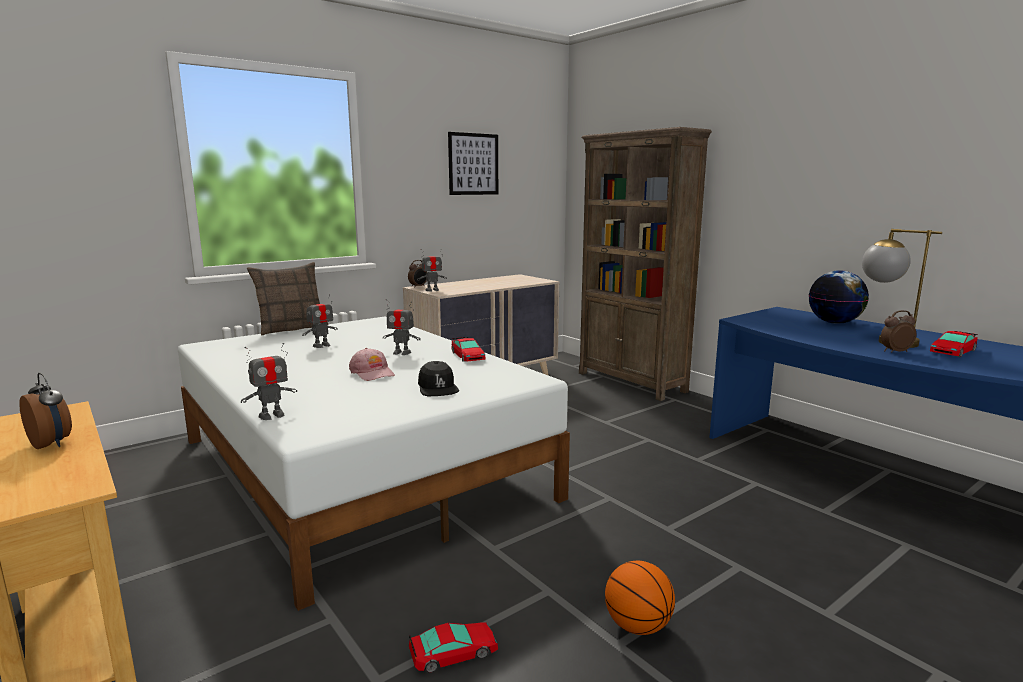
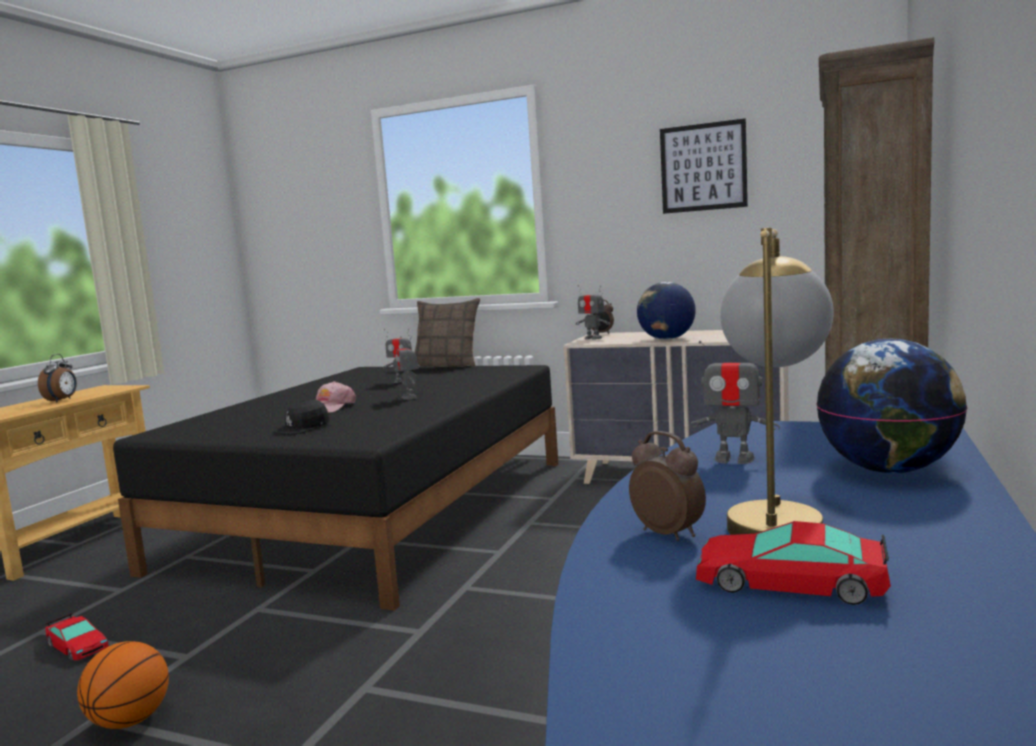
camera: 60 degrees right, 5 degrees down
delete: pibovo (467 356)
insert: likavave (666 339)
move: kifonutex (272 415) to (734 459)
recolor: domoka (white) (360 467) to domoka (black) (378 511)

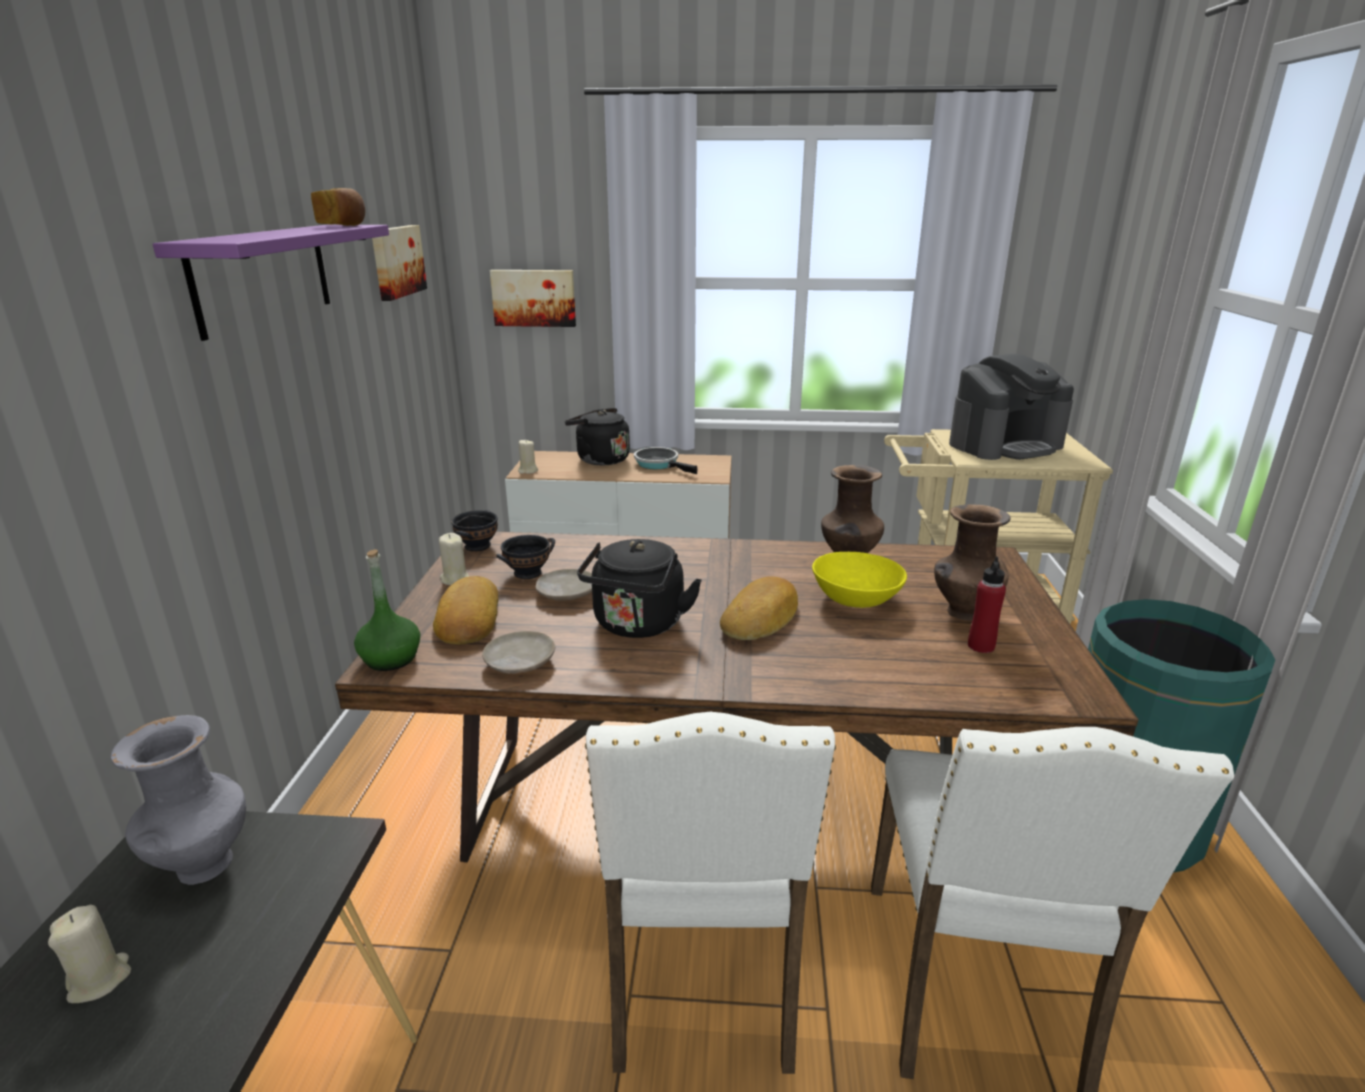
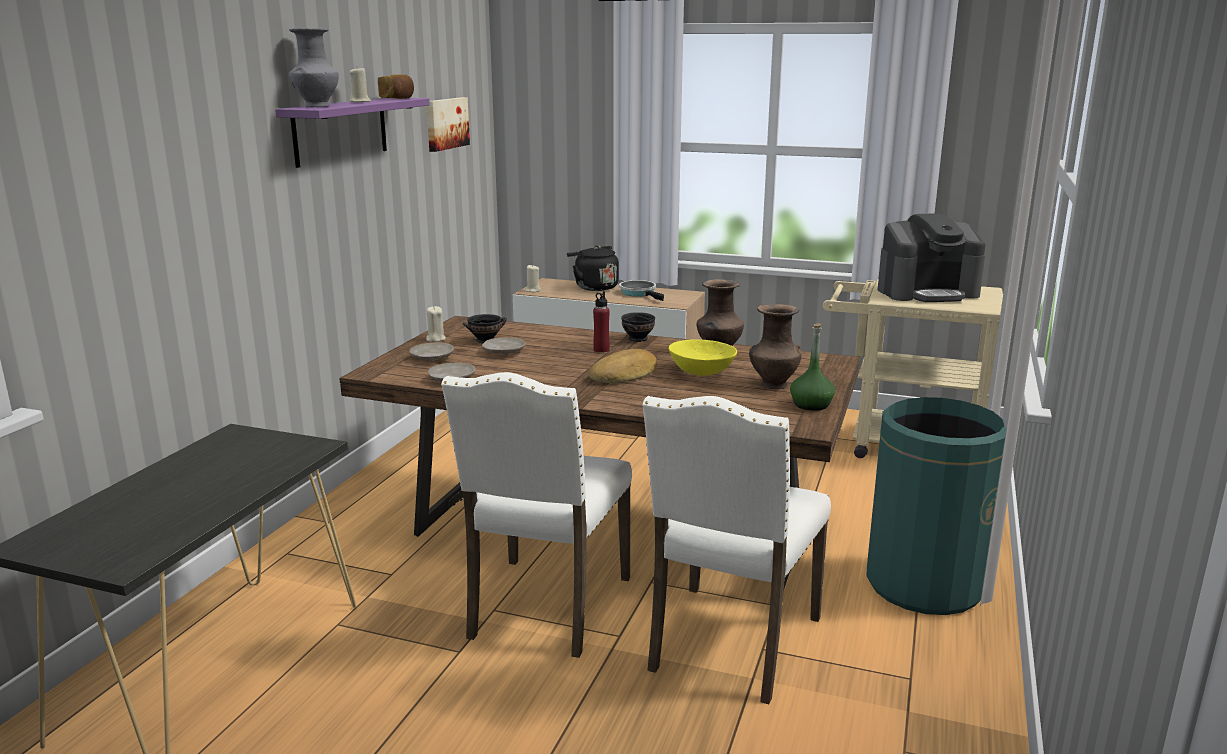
camera: 15 degrees right, 5 degrees down
delete: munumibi (534 297); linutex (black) (637 625)
move: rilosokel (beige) (99 979) to (360 102); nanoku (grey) (203 867) to (316 106); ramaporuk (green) (390 659) to (811 405); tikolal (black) (476 546) to (637 339); ramaporuk (red) (981 646) to (601 350)
replace: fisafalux (467 619) to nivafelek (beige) (431 358)

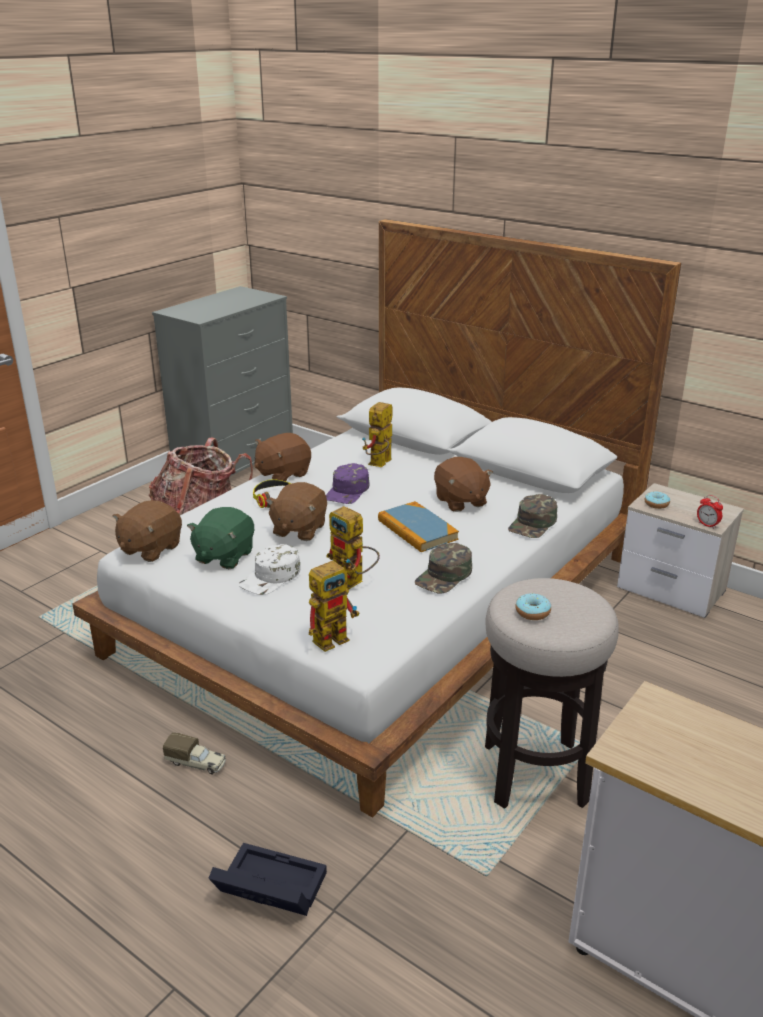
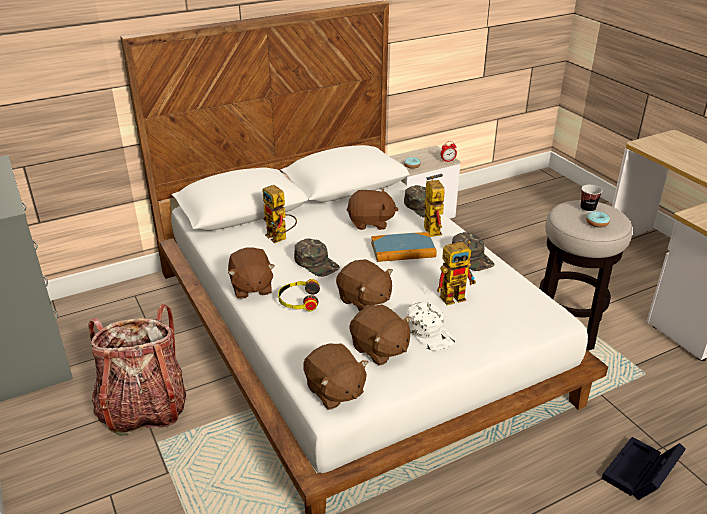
camera: 65 degrees left, 5 degrees up
delete: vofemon (197 763)
insert: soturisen (587 209)
move: kifonutex (335 636) to (429 229)
recolor: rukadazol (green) (224 556) to rukadazol (brown) (379 349); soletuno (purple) (348 491) to soletuno (green) (316 263)

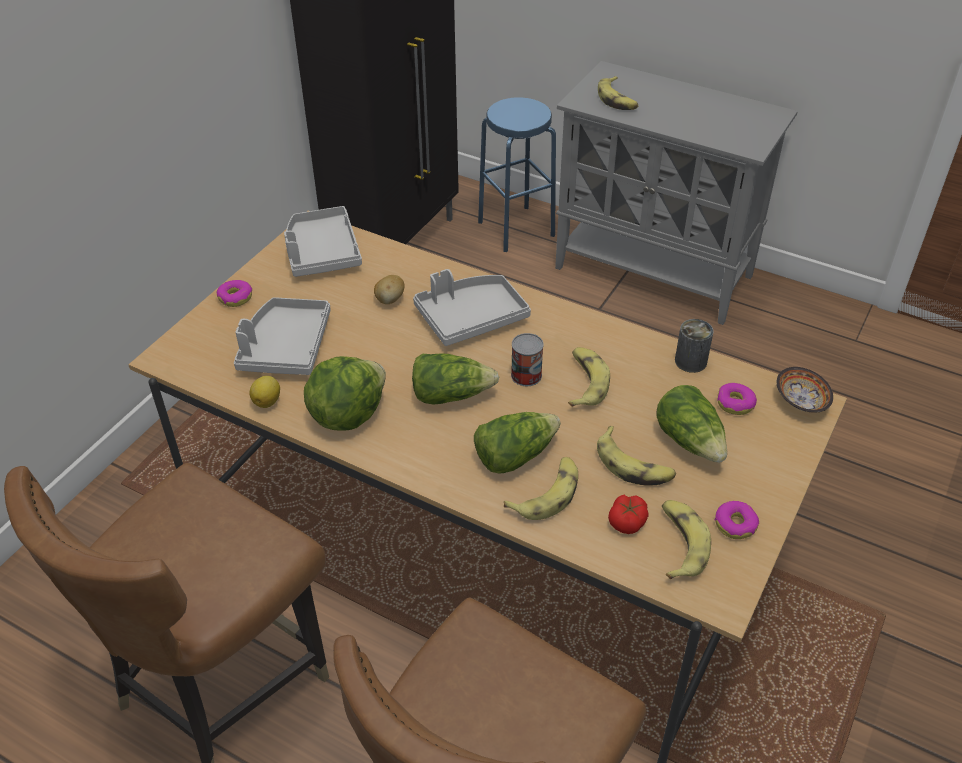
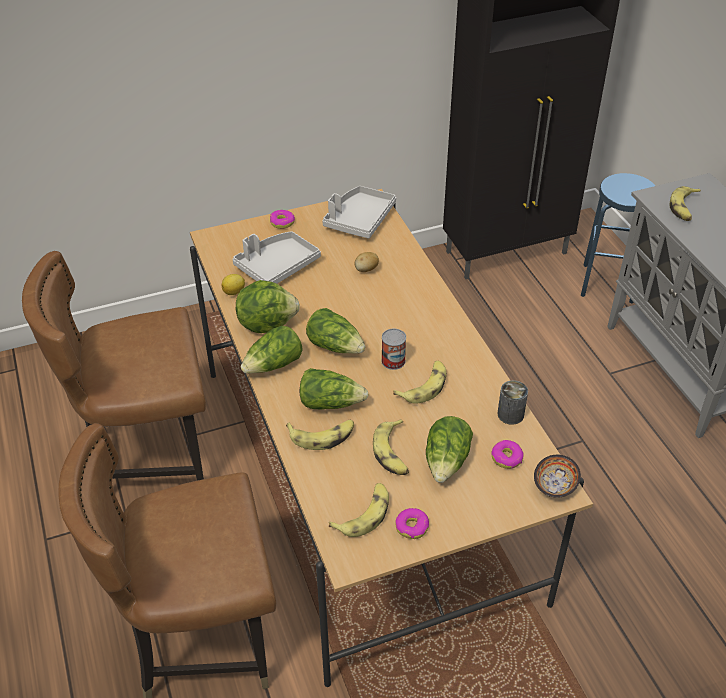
camera: 40 degrees right, 0 degrees up
delete: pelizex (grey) (470 318); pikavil (627 521)
insert: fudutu (274 365)

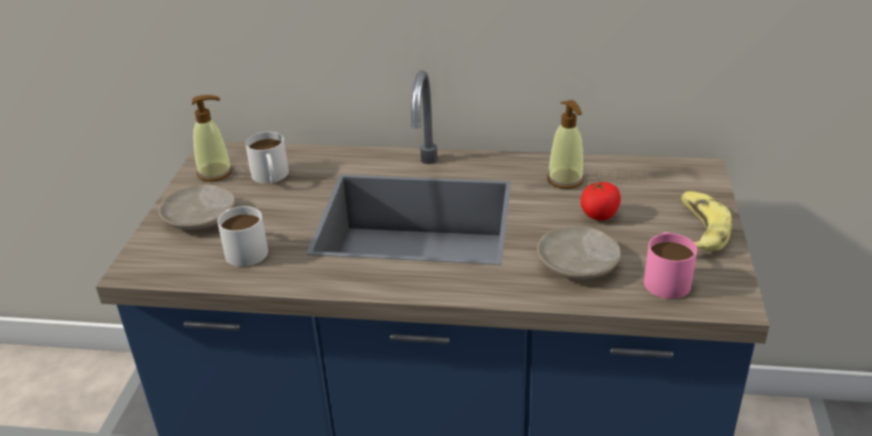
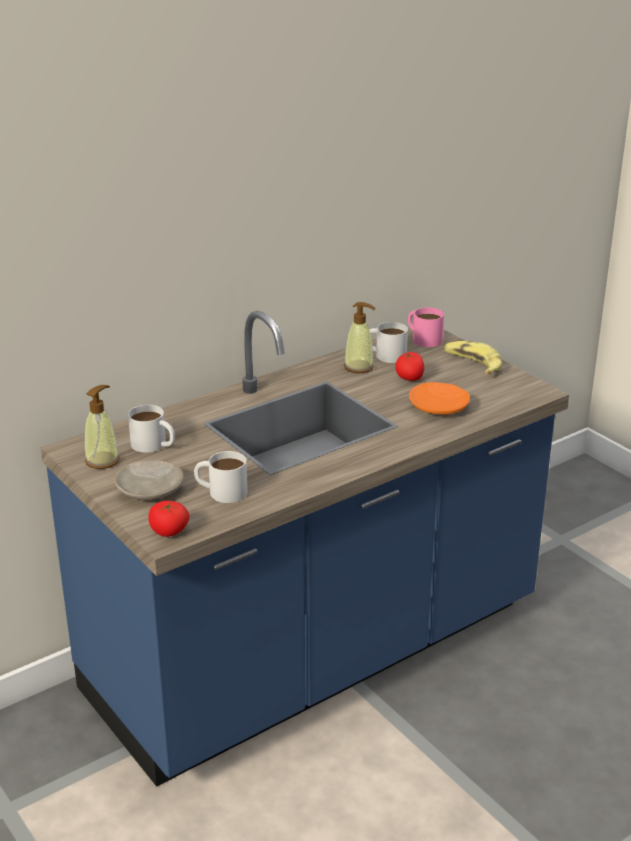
camera: 45 degrees left, 5 degrees down
insert: pikavil (169 532); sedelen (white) (385 355)
move: sedelen (pink) (665 277) to (423 338)
recolor: nivafelek (beige) (578 264) to nivafelek (orange) (439 407)

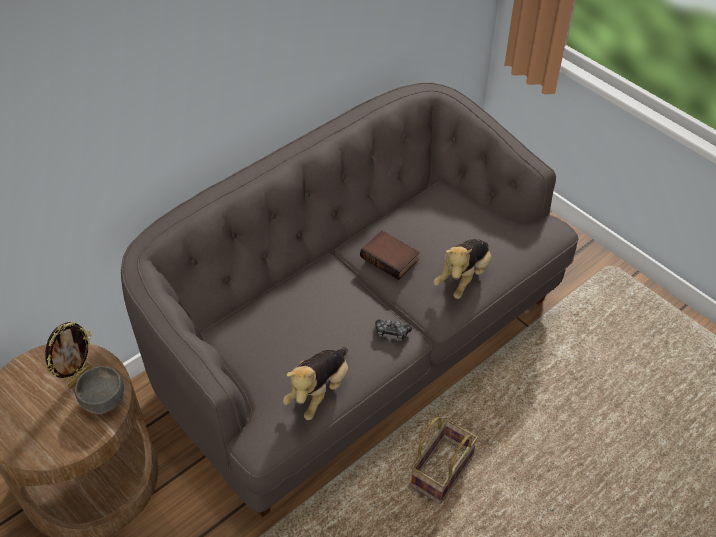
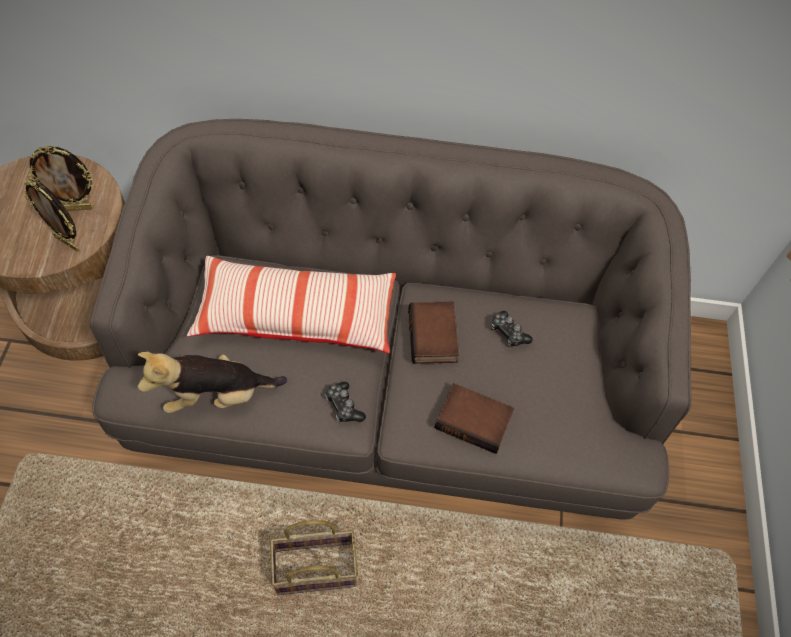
camera: 45 degrees right, 10 degrees up
insert: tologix (296 315); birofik (508 333)
replace: tikolal (grey) (104 400) to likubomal (68 242); rukadazol (463 277) to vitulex (475 420)

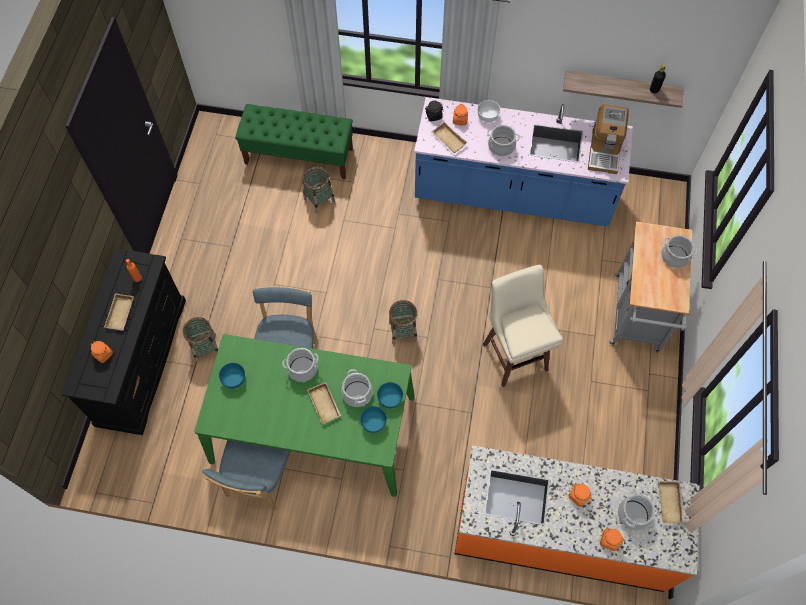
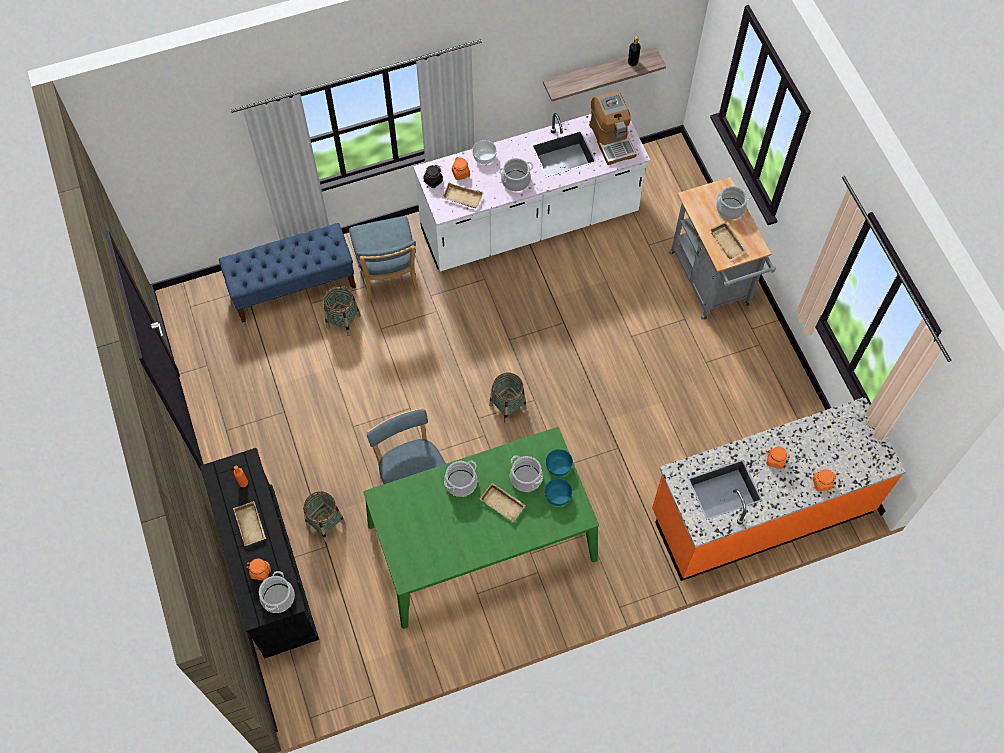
camera: 30 degrees left, 0 degrees up
delete: tikolal (turquoise) (234 379); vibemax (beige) (514 355)
move: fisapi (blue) (259 480) to (388 276); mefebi (633 514) to (278 597); pelizex (beige) (671 504) to (728 242)
recolor: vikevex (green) (299 156) to vikevex (blue) (293 287); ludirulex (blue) (512 195) to ludirulex (white) (529 223)

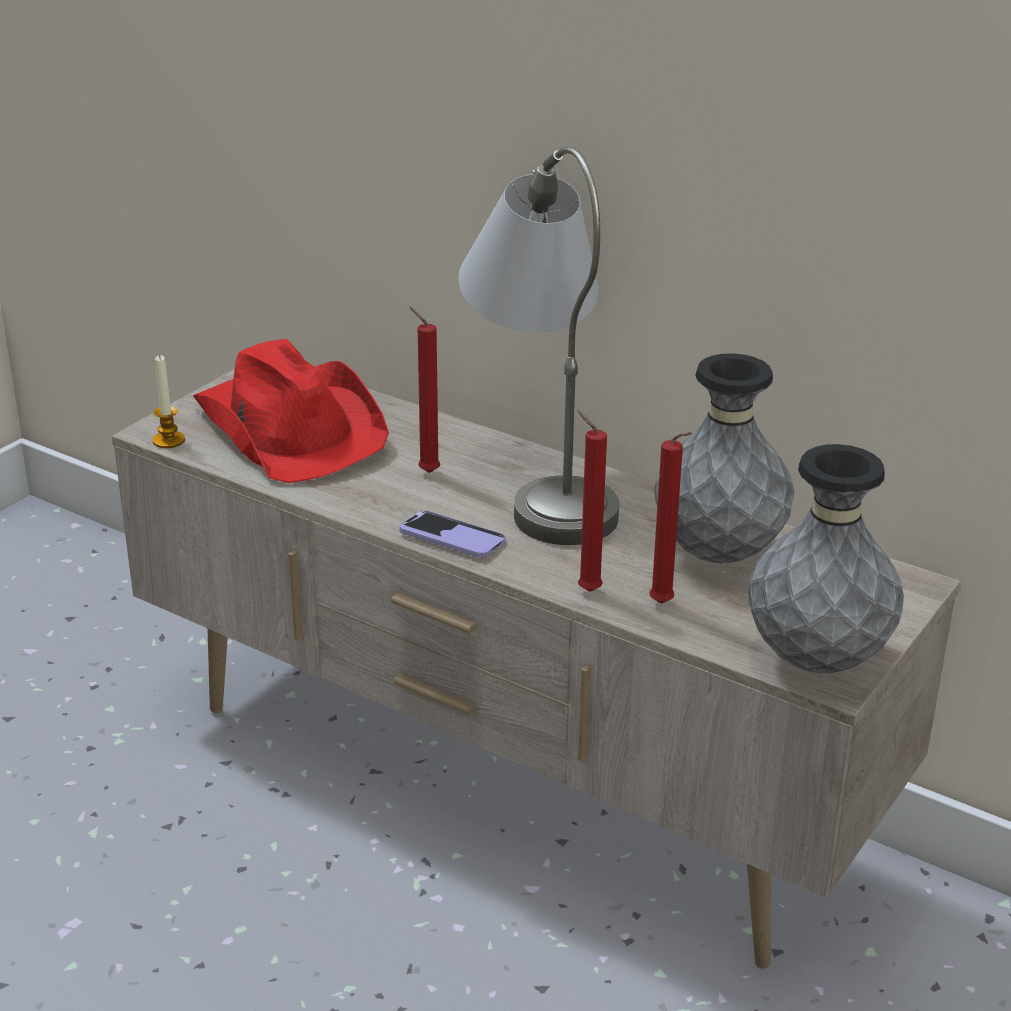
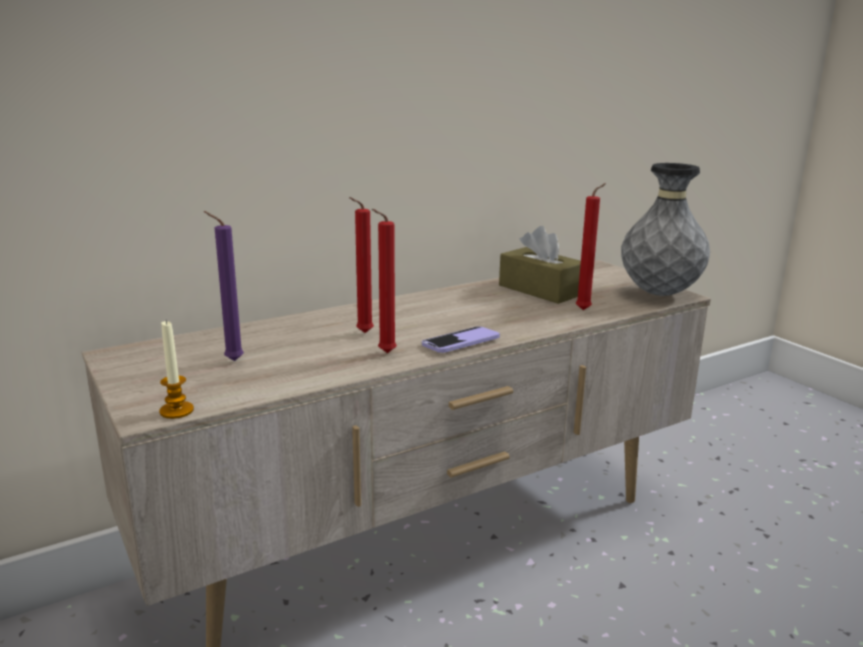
camera: 65 degrees left, 10 degrees down
delete: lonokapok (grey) (543 482)
move: rilosokel (red) (586 590) to (384 353)
replace: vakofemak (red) (292 427) to rilosokel (purple) (231 361); nanoku (grey) (718 554) to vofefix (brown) (540 290)

